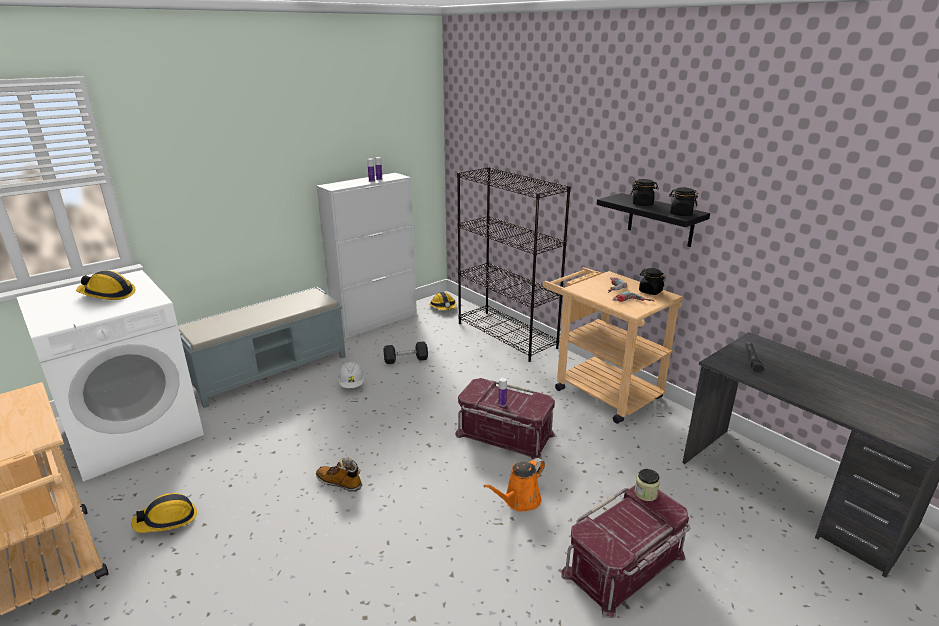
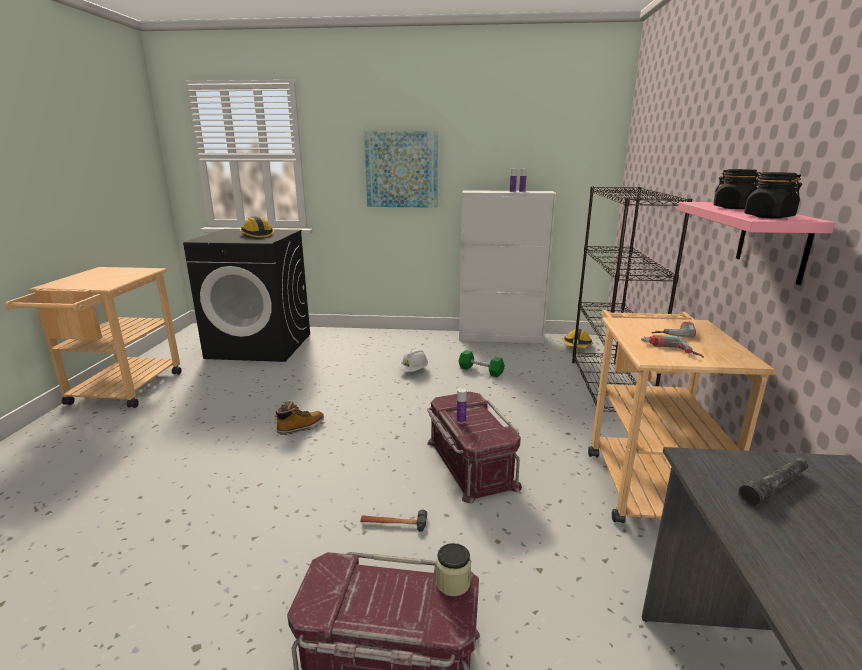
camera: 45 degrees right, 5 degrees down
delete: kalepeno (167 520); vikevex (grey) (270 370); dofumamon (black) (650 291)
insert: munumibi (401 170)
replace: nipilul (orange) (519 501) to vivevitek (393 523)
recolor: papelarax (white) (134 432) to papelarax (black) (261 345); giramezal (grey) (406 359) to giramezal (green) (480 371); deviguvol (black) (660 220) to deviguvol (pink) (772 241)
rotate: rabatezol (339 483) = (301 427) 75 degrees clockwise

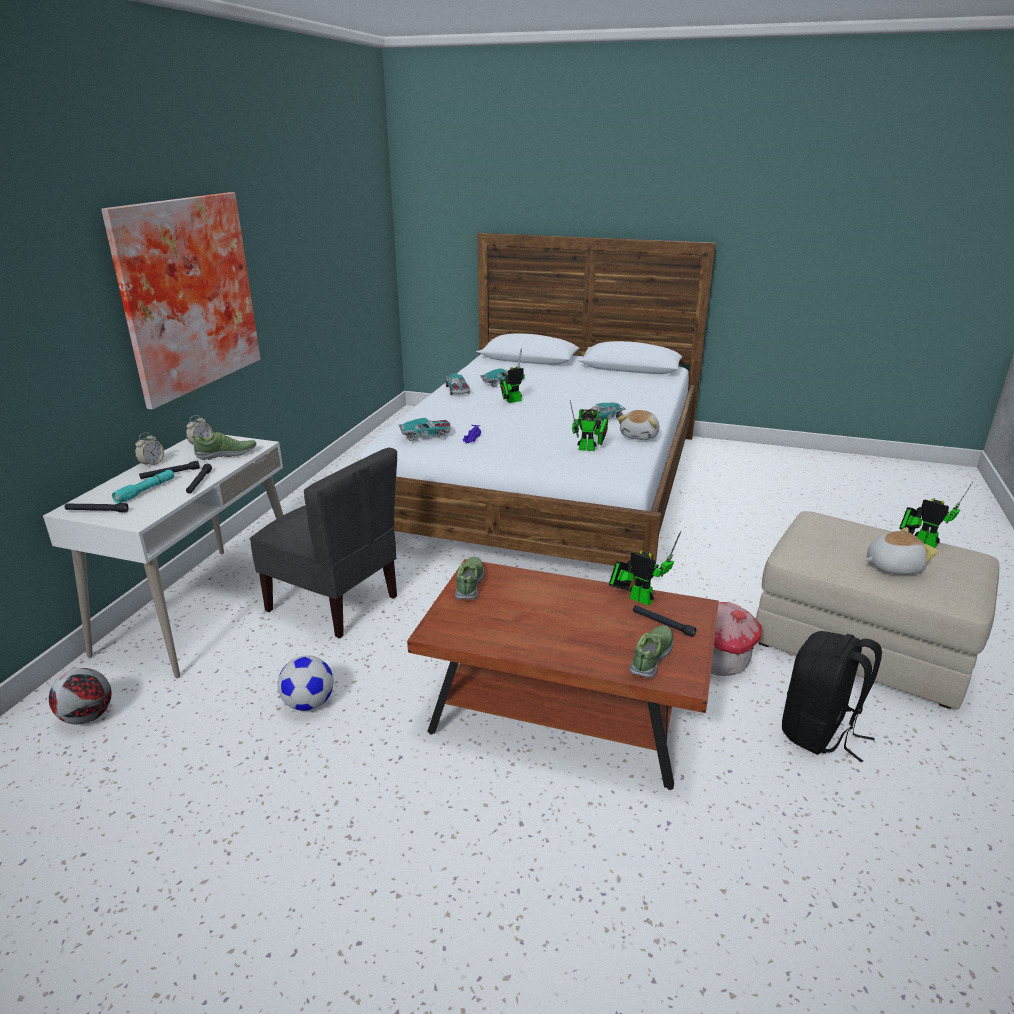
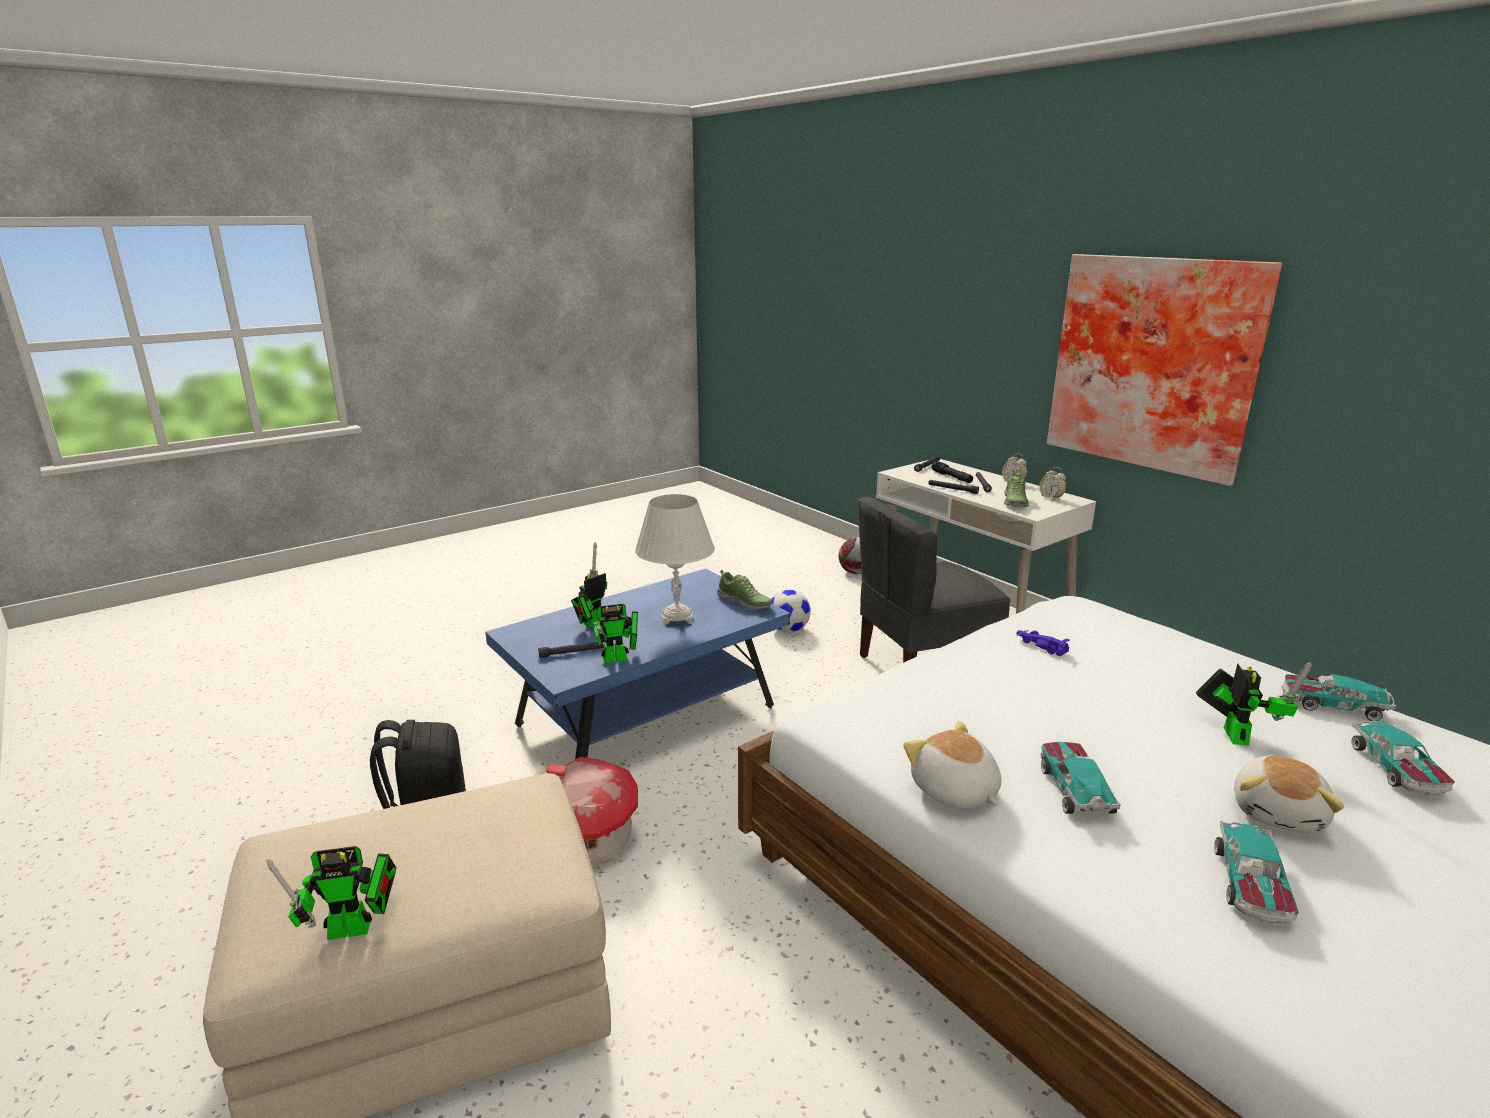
camera: 125 degrees right, 5 degrees down
delete: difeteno (651 657)
insert: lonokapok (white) (677 618)
move: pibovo (426 435) to (1251 885); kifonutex (589 449) to (592 623); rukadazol (892 566) to (1279 813)
recolor: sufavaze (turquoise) (146 491) to sufavaze (black) (951 477); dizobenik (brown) (563 712) to dizobenik (blue) (646 717)

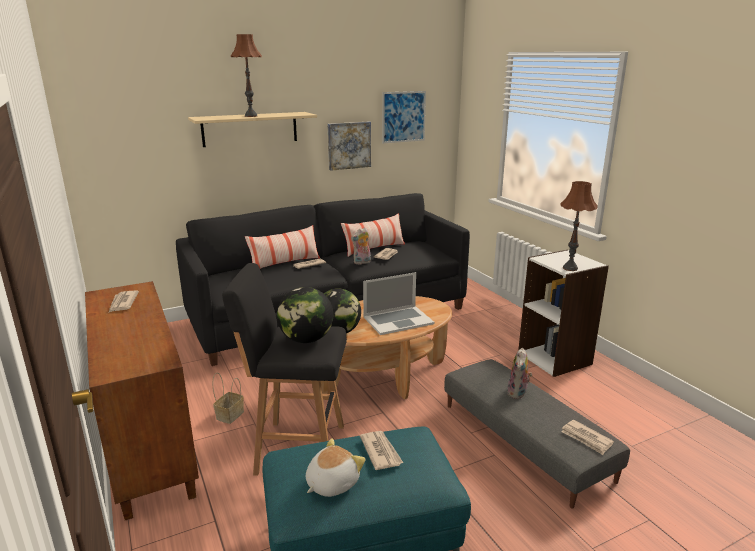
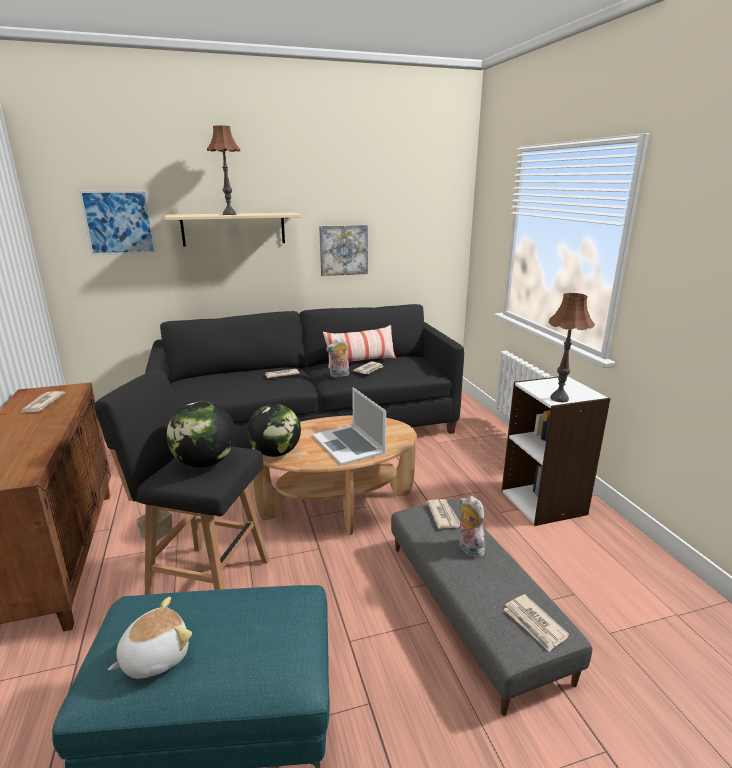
camera: 10 degrees right, 0 degrees up
delete: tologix (285 263)
move: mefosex (380 451) to (443 515); munumibi (403 117) to (119 223)
rotate: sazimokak (398 320) = (348 444) 75 degrees clockwise; rukadazol (518 393) = (468 548) 120 degrees clockwise

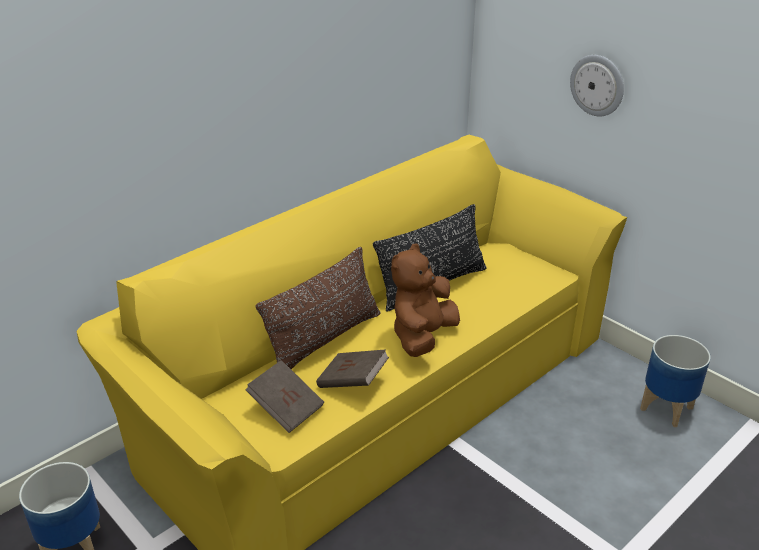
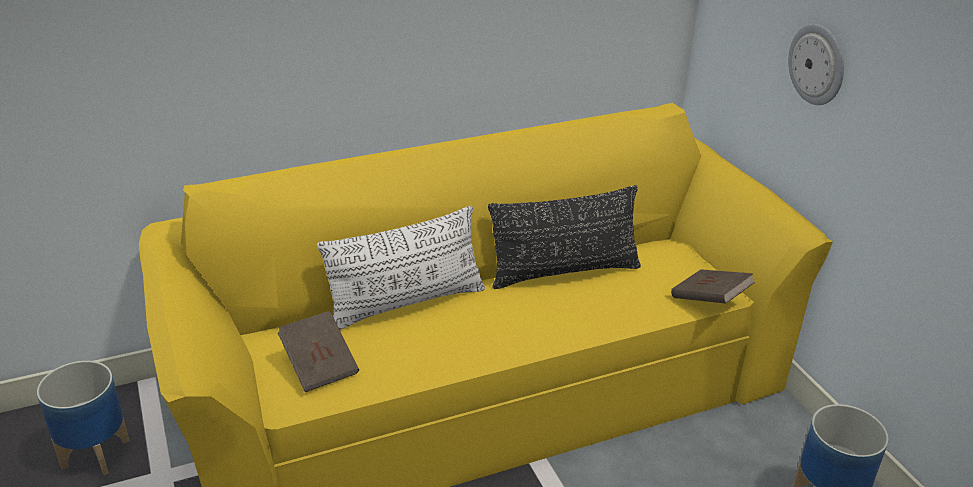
camera: 20 degrees right, 0 degrees up
delete: rukadazol (brown) (422 336)
move: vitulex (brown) (352 382) to (709 300)
recolor: tologix (brown) (324 340) to tologix (white) (406 303)

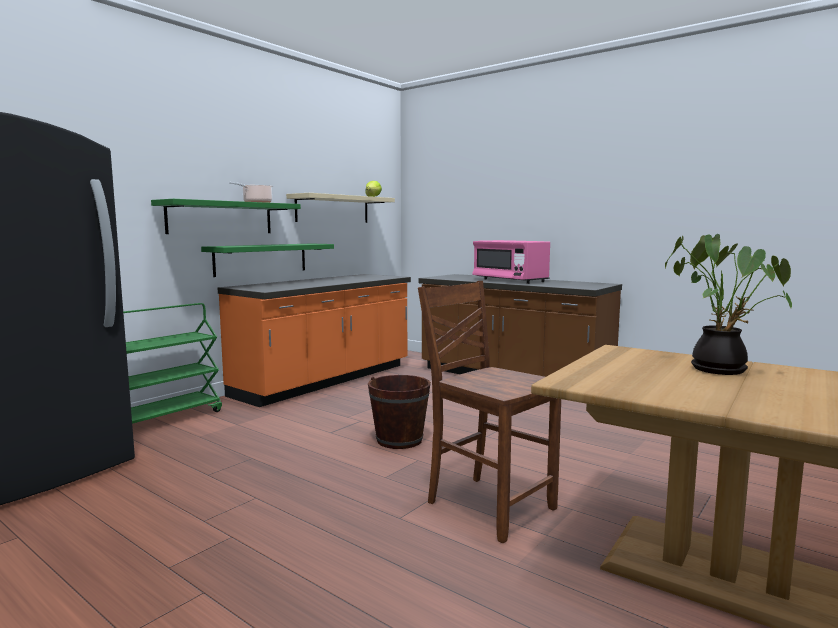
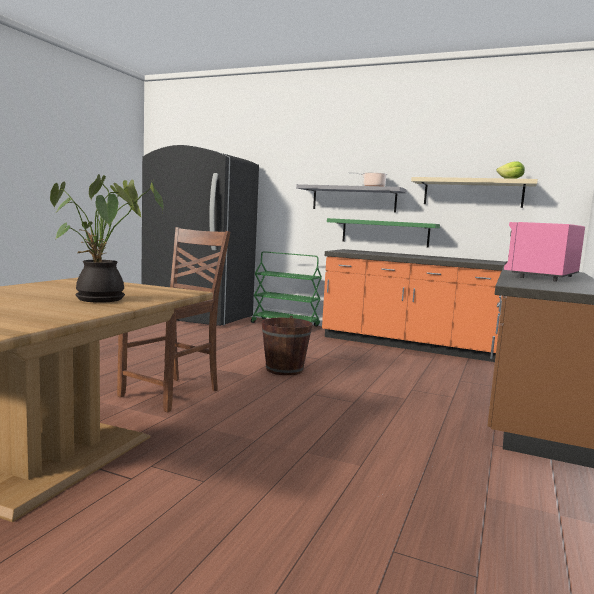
camera: 75 degrees right, 0 degrees up
recolor: deviguvol (green) (221 218) to deviguvol (grey) (354 199)

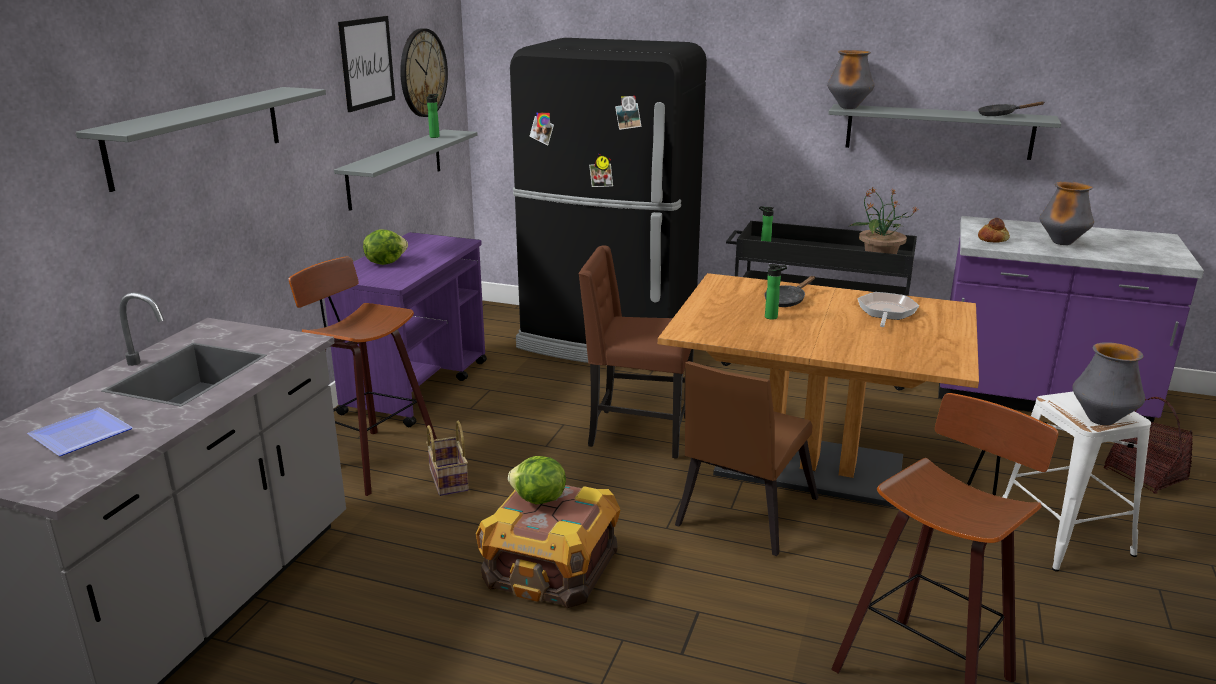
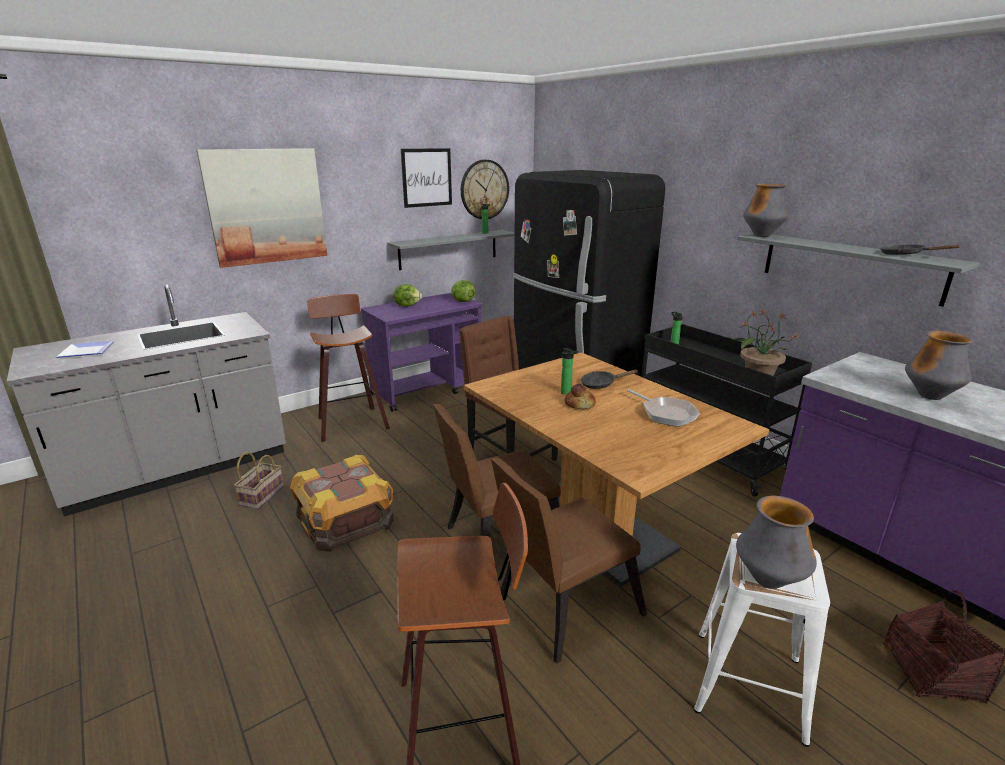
camera: 35 degrees right, 0 degrees up
insert: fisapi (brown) (561 607)
move: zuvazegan (447 479) to (262 495); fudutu (538 500) to (462 301); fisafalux (992 239) to (580 404)
replace: deviguvol (grey) (197 135) to munumibi (266 206)
rotate: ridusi (886 312) = (666 414) 90 degrees clockwise

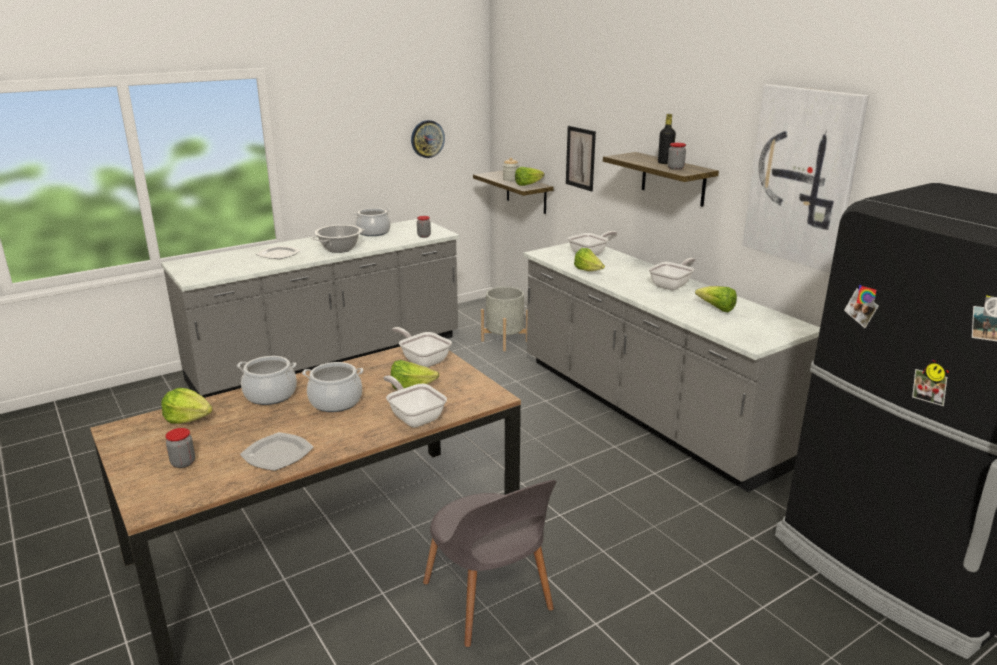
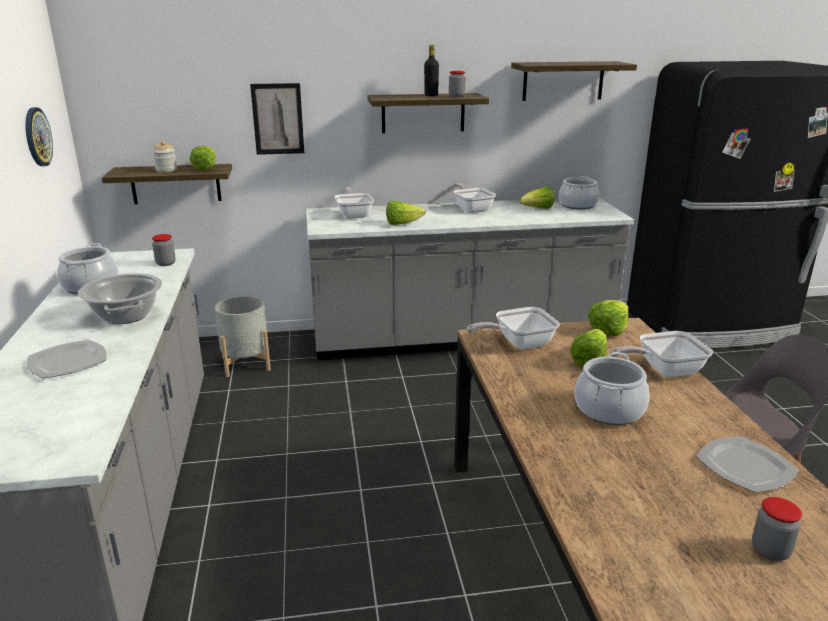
camera: 65 degrees left, 0 degrees up
move: fudutu (188 418) to (608 329); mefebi (270 395) to (577 205)
replace: munumibi (802 177) to deviguvol (563 81)

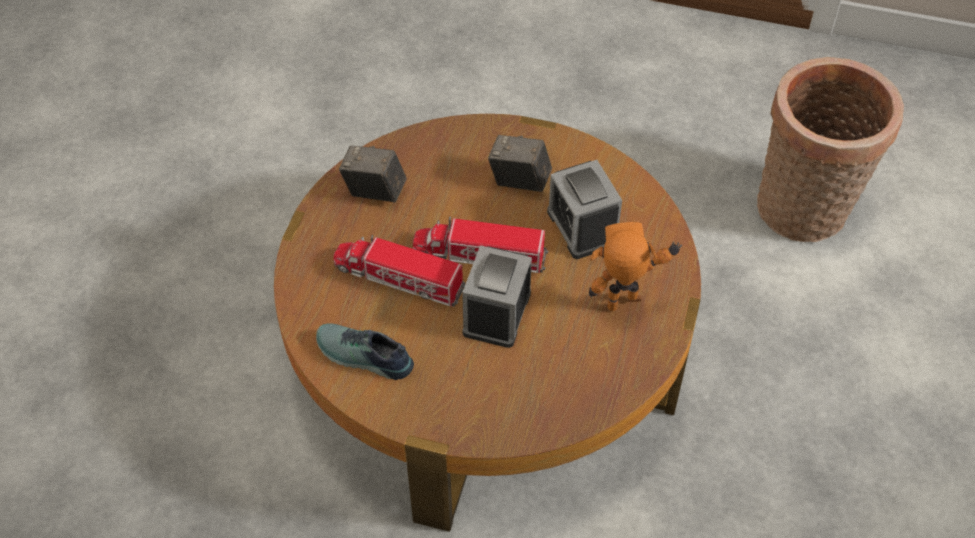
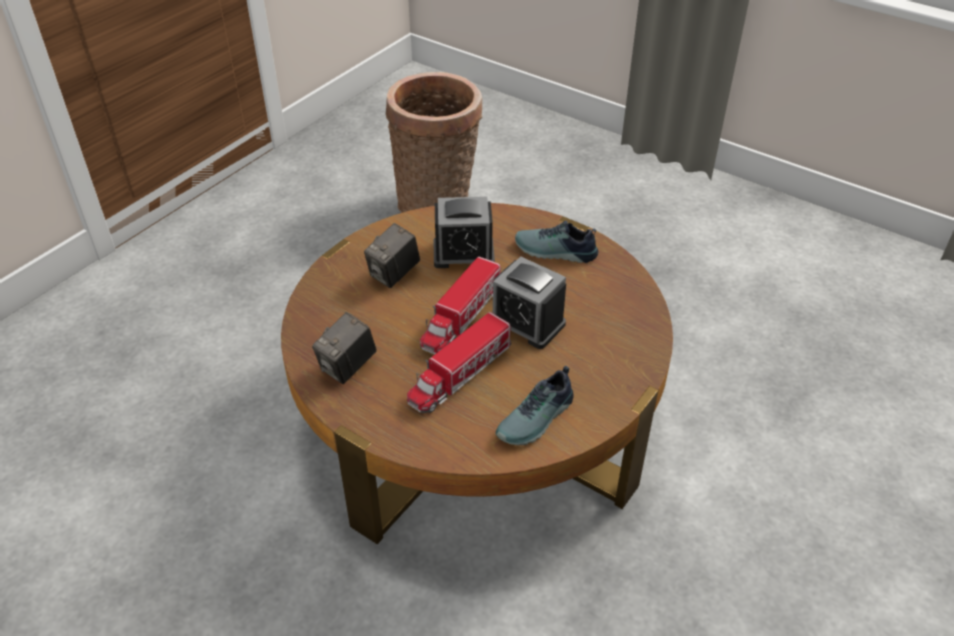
camera: 70 degrees left, 10 degrees down
replace: kifonutex (627 308) to difeteno (555 252)

